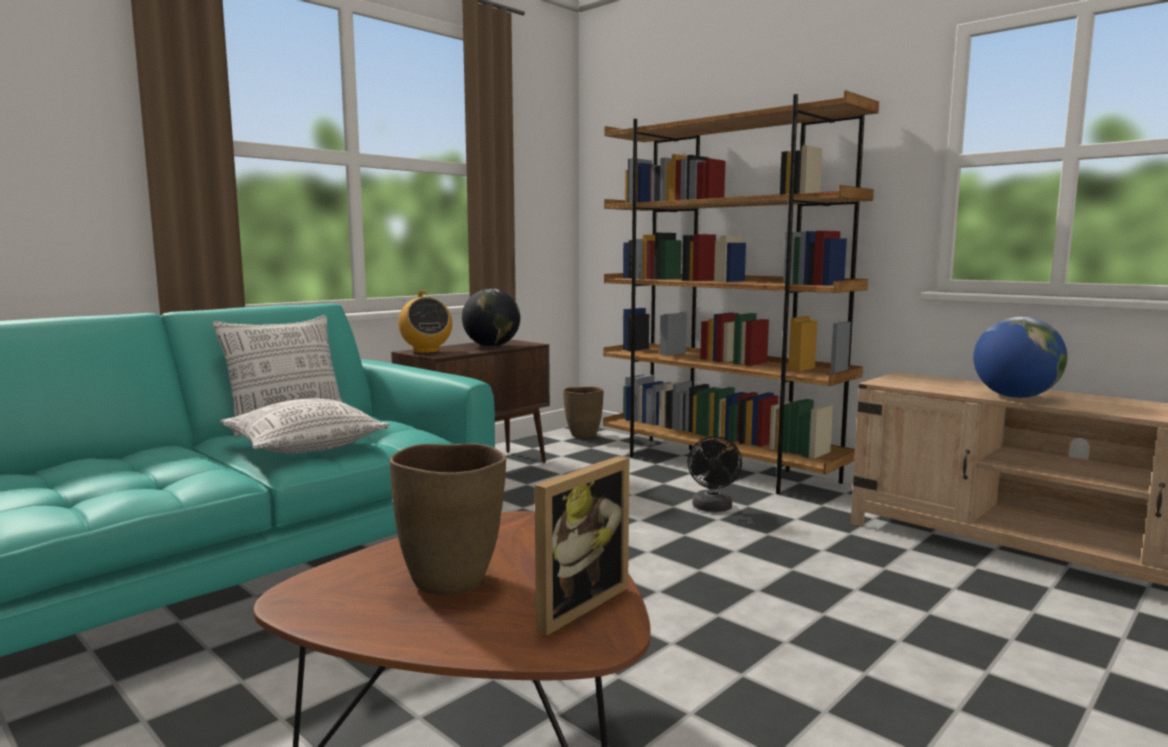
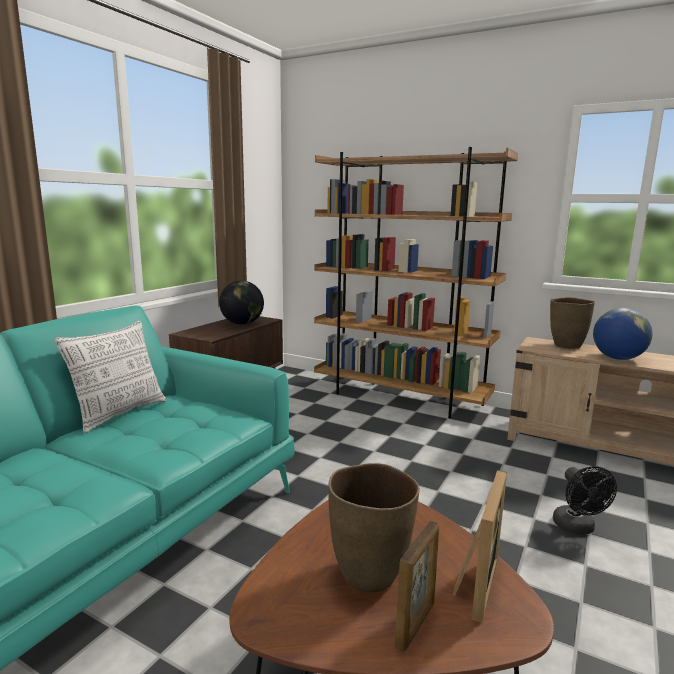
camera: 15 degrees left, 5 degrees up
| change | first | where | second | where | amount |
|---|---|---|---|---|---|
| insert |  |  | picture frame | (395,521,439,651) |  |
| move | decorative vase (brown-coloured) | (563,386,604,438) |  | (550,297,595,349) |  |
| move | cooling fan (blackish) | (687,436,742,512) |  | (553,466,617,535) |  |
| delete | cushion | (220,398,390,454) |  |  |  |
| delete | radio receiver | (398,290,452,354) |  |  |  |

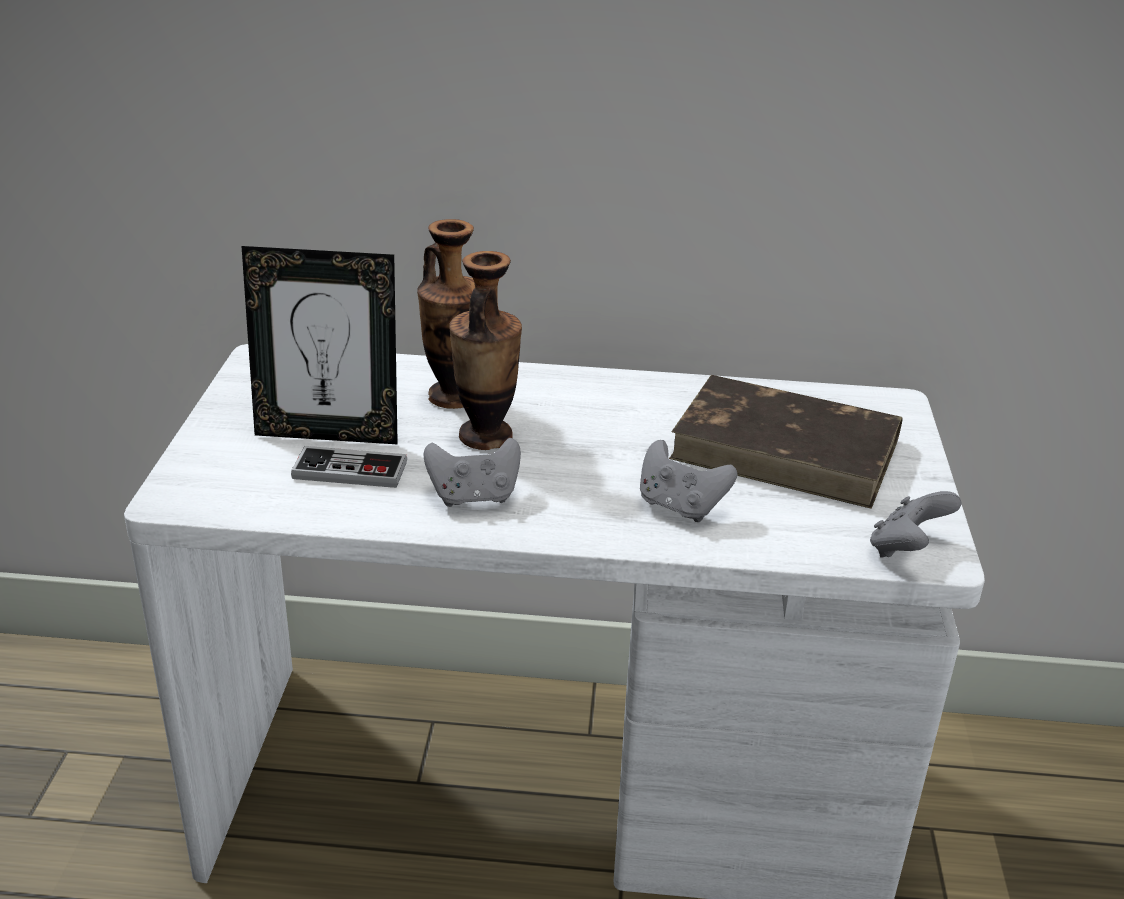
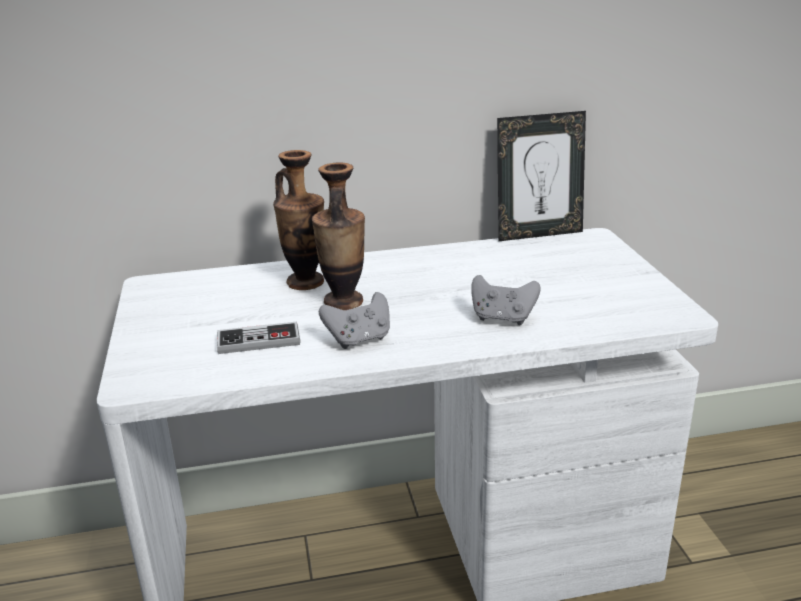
camera: 15 degrees left, 5 degrees down
| change | first | where | second | where | amount |
|---|---|---|---|---|---|
| move | picture frame | (242,246,398,445) |  | (497,111,586,241) |  |
| delete | volume (brown-coloured) | (669,375,903,509) |  |  |  |
| delete | joypad (gray) | (870,491,962,558) |  |  |  |

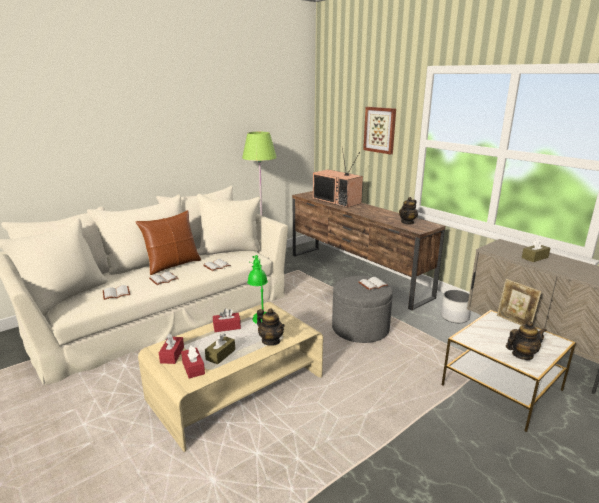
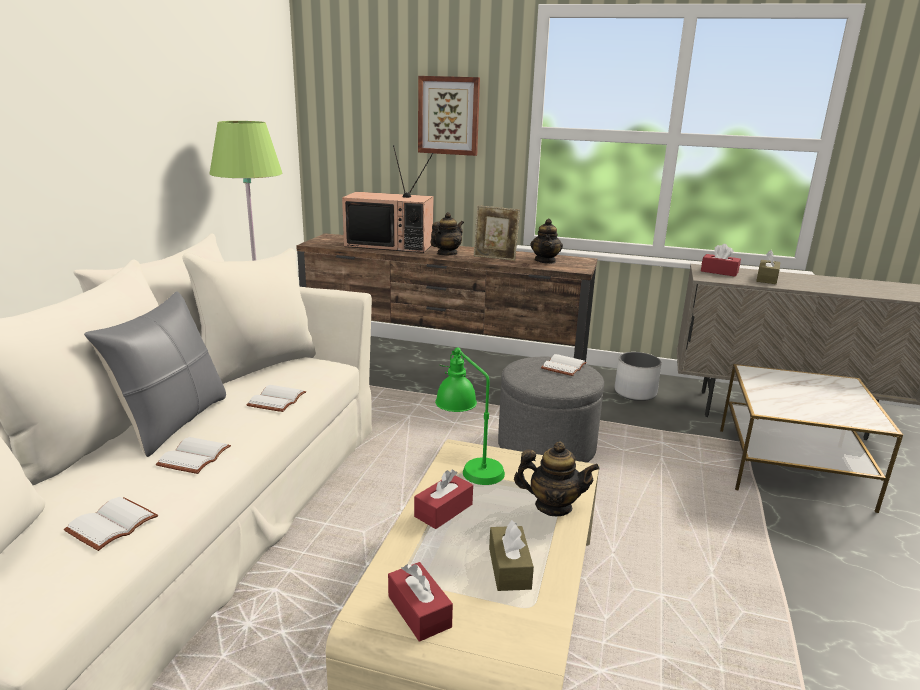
camera: 35 degrees left, 0 degrees up
| change | first | where | second | where | amount |
|---|---|---|---|---|---|
| recolor | cushion (brown-coloured) | (135,210,201,275) | cushion (gray) | (84,291,226,457) |  |
| move | tea pot | (506,321,547,360) |  | (430,212,464,255) |  |
| move | picture frame | (497,279,542,325) |  | (474,205,520,261) |  |
| move | tissue holder (reddish) | (181,345,205,379) |  | (701,244,741,277) |  |

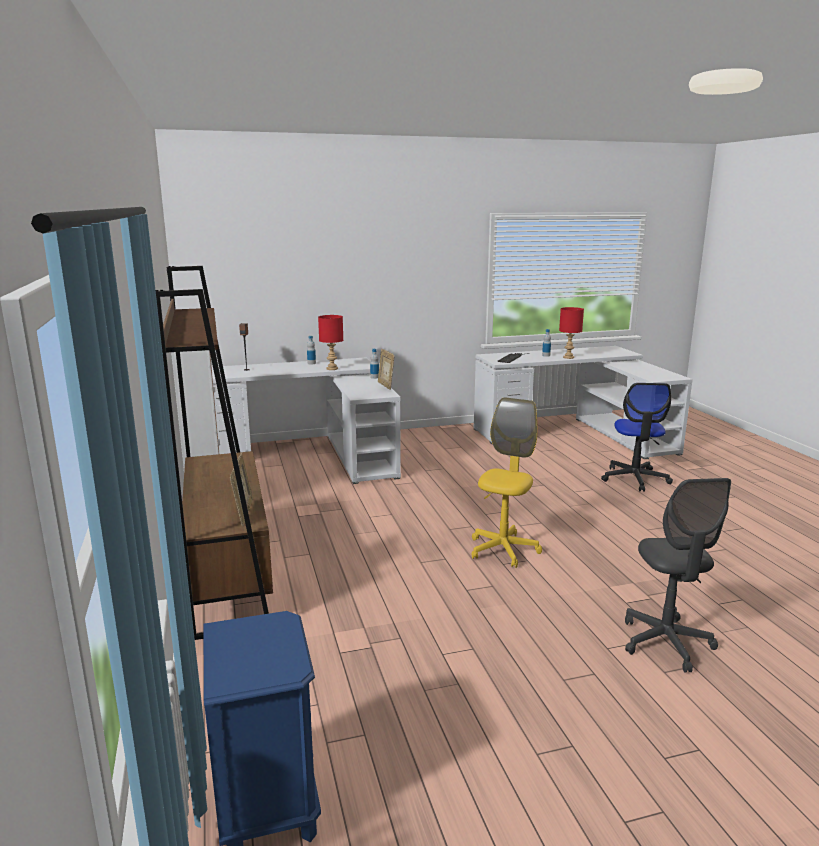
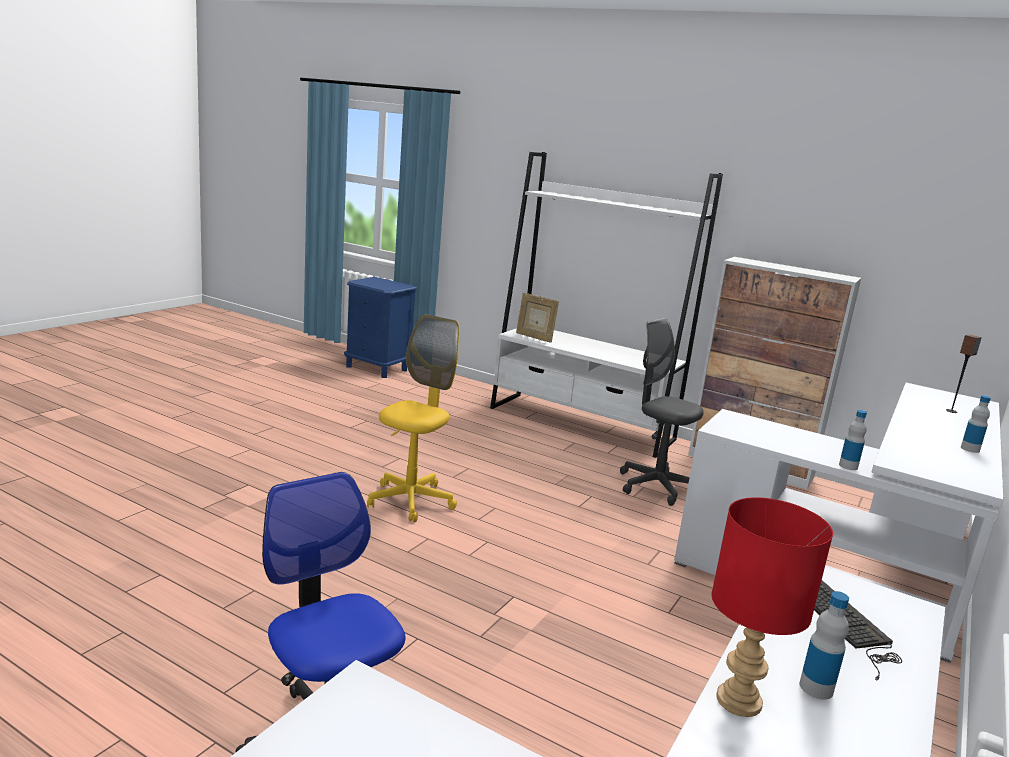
camera: 135 degrees right, 0 degrees up
| change | first | where | second | where | amount |
|---|---|---|---|---|---|
| rotate | office chair (yellow) | (472,397,542,568) |  | (367,314,459,522) | 135 degrees counterclockwise |
| recolor | bookshelf (brown-coloured) | (156,266,273,640) | bookshelf (white) | (490,152,723,458) |  |
| move | office chair (gray) | (625,478,731,673) |  | (620,318,704,506) |  |
| delete | lamp for a table (reddish) | (318,315,343,370) |  |  |  |
| delete | picture frame | (378,349,395,390) |  |  |  |

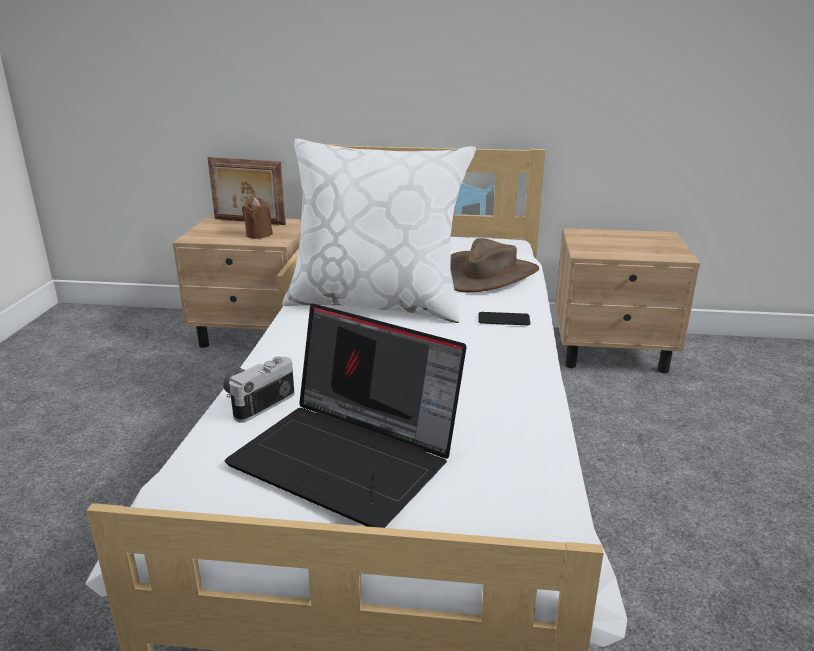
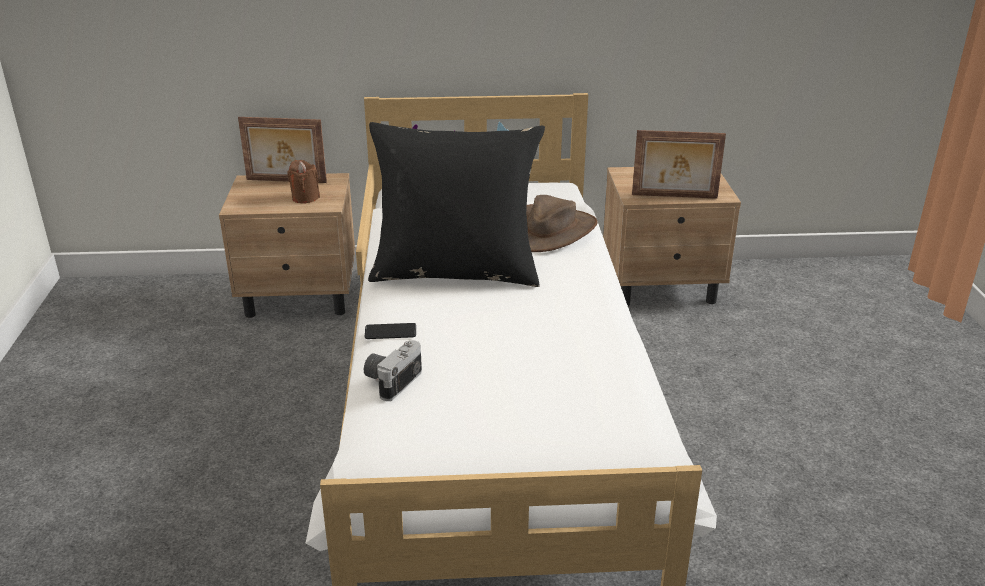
camera: 10 degrees left, 5 degrees up
| change | first | where | second | where | amount |
|---|---|---|---|---|---|
| move | phone | (478,312,531,325) |  | (365,323,416,339) |  |
| recolor | cushion (white) | (282,139,476,323) | cushion (blackish) | (368,122,545,287) |  |
| insert |  |  | picture frame | (632,130,726,199) |  |
| delete | notebook computer | (225,303,466,528) |  |  |  |

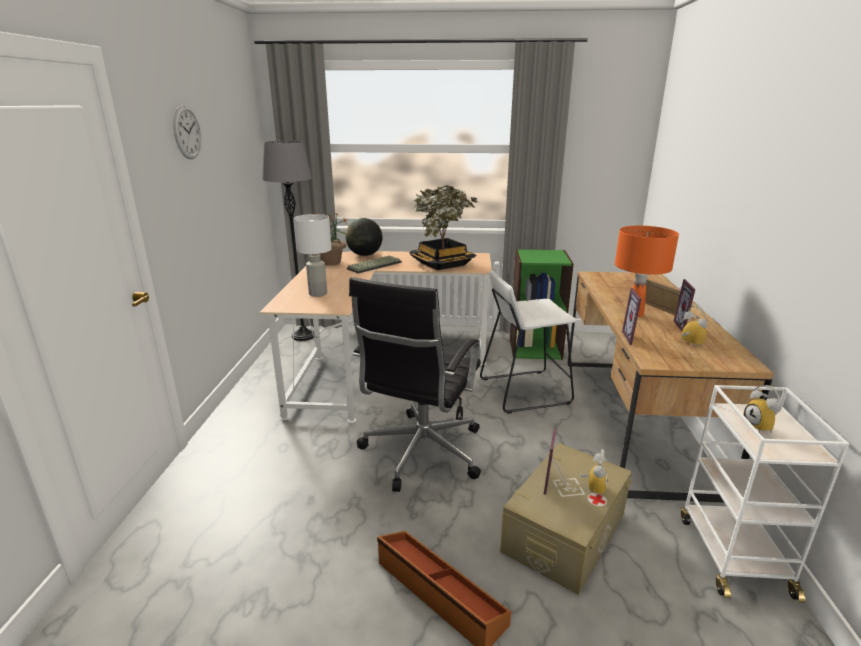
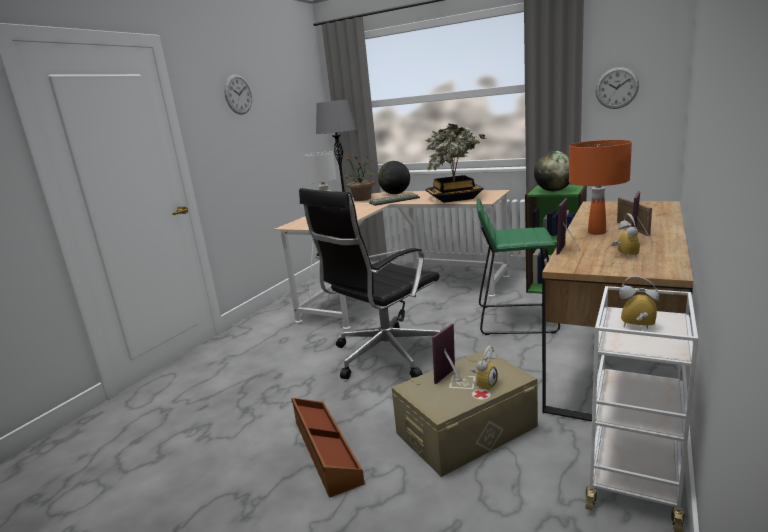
camera: 25 degrees right, 5 degrees down
| change | first | where | second | where | amount |
|---|---|---|---|---|---|
| recolor | stool (white) | (480,271,577,414) | stool (green) | (477,198,560,335) |  |
| insert |  |  | world globe | (534,151,570,191) |  |
| insert |  |  | hanging clock | (595,67,639,109) |  |
| rotate | alarm clock | (744,385,782,433) |  | (619,275,659,329) | 105 degrees clockwise |

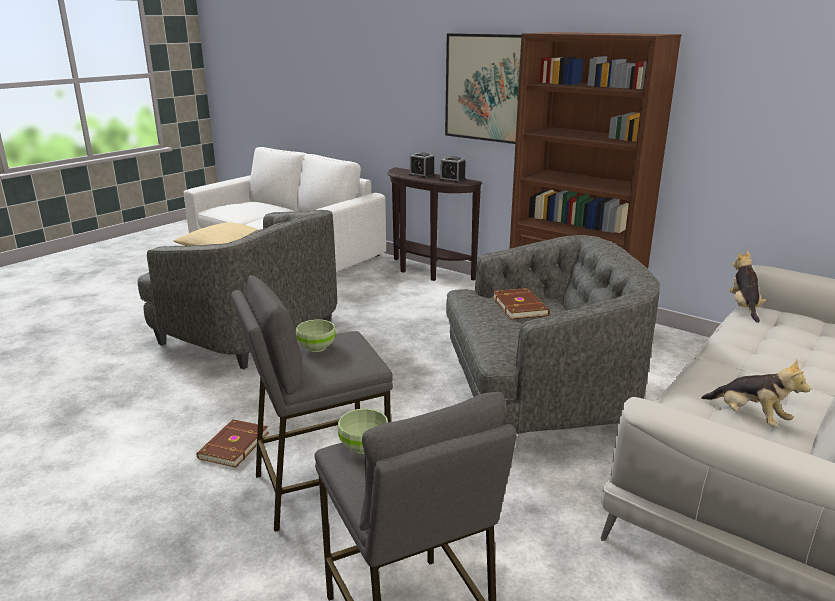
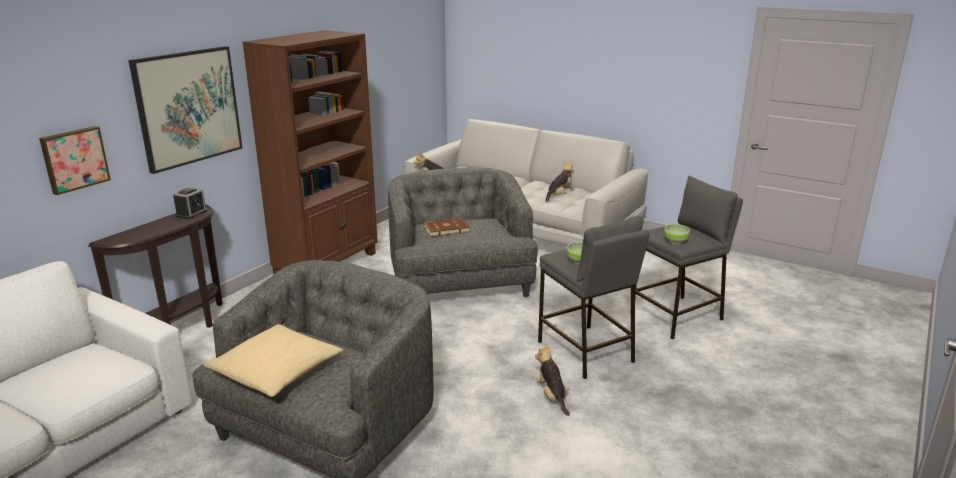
camera: 95 degrees left, 0 degrees up
| change | first | where | second | where | amount |
|---|---|---|---|---|---|
| insert |  |  | picture | (39,126,111,195) |  |
| replace | volume (brown-coloured) | (197,419,269,468) | plush toy | (535,344,570,416) |  |
| delete | alarm clock | (409,152,435,178) |  |  |  |

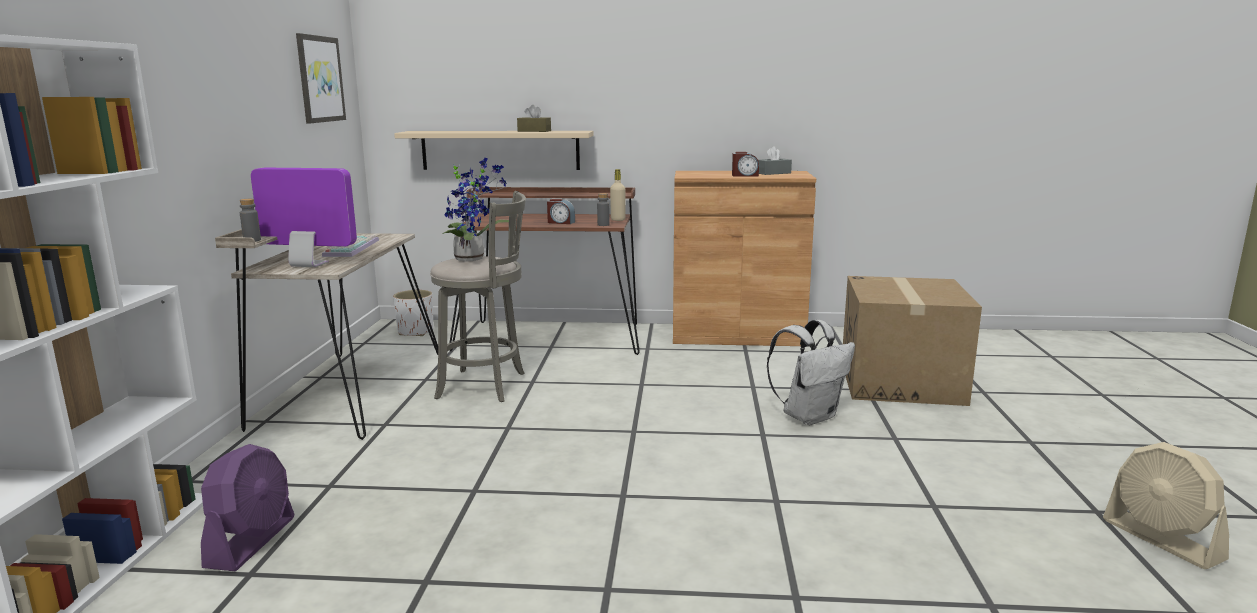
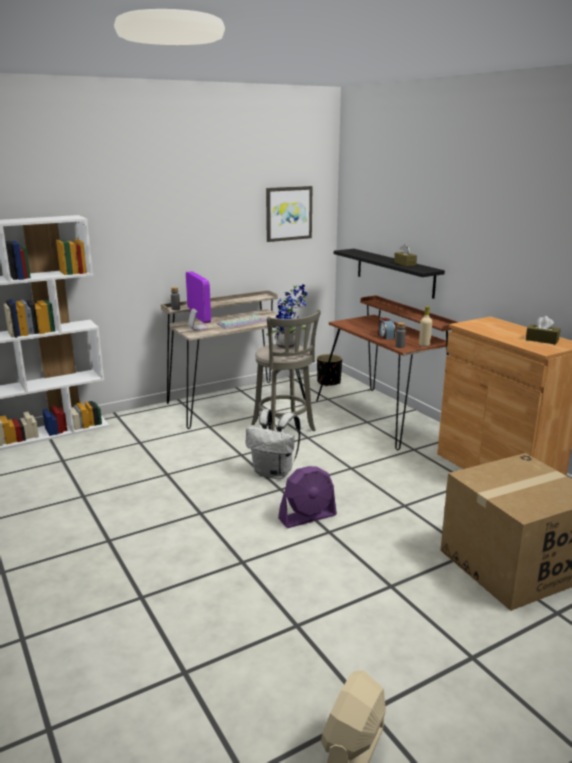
camera: 55 degrees right, 5 degrees up
| change | first | where | second | where | amount |
|---|---|---|---|---|---|
| move | knapsack (white) | (767,320,855,425) |  | (246,409,301,479) |  |
| move | cooling fan (purplish) | (201,444,295,571) |  | (278,466,337,528) |  |
| recolor | flower pot (white) | (393,290,434,336) | flower pot (blackish) | (317,354,342,387) |  |
| recolor | shelf (beige) | (394,131,593,170) | shelf (blackish) | (334,249,445,299) |  |
| recolor | tissue holder (gray) | (758,146,792,175) | tissue holder (brown-coloured) | (526,316,561,345) |  |
| delete | alarm clock | (732,152,759,177) |  |  |  |

